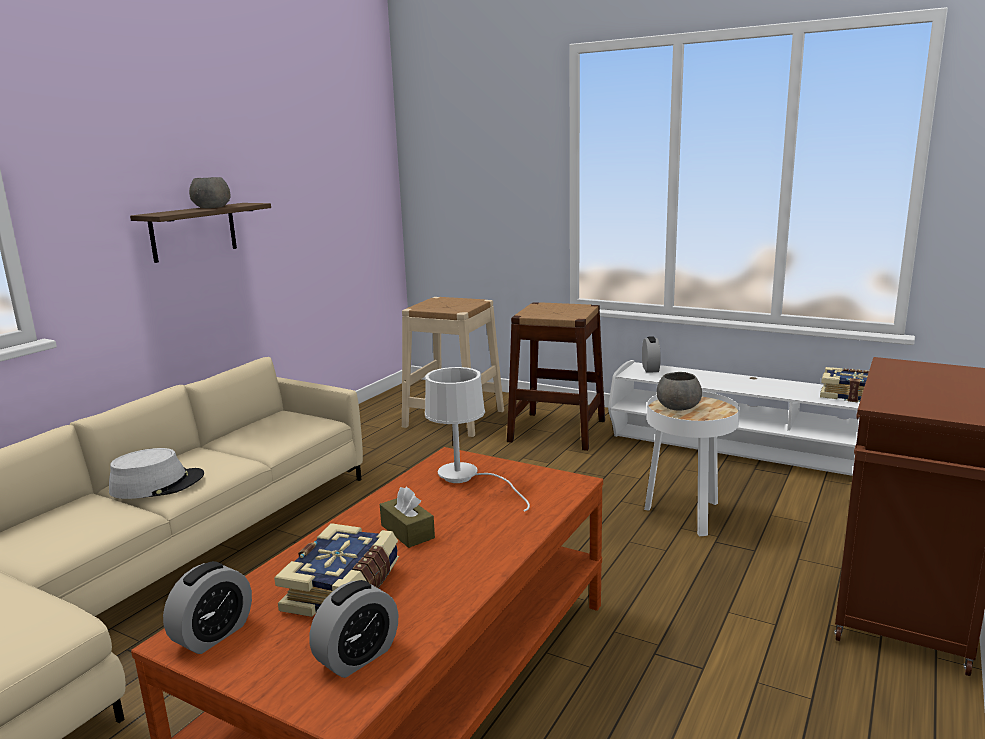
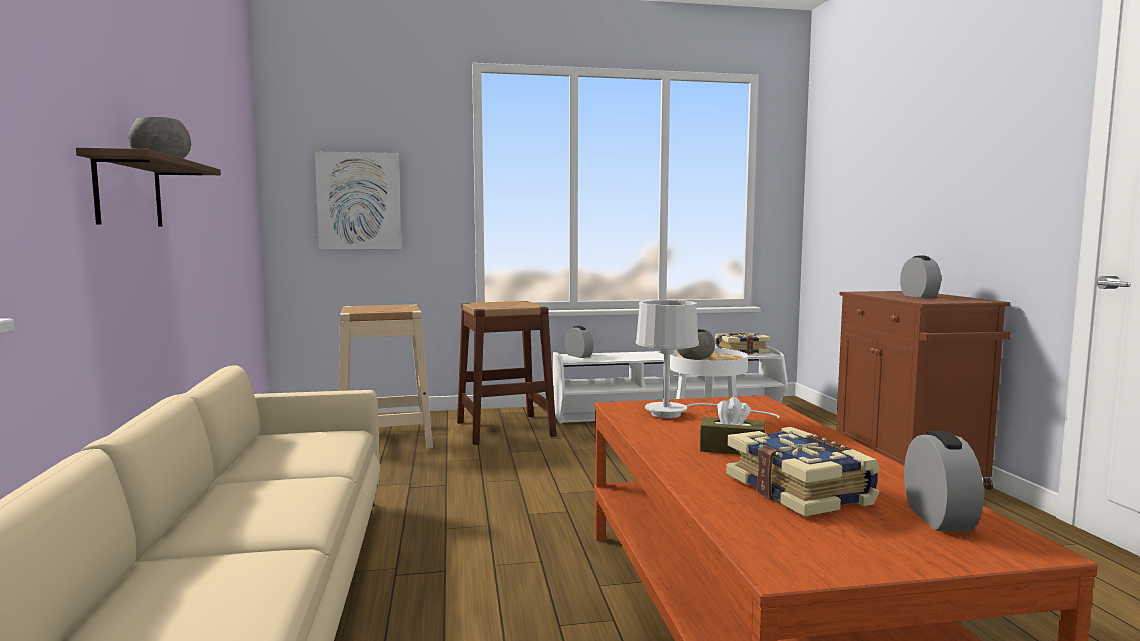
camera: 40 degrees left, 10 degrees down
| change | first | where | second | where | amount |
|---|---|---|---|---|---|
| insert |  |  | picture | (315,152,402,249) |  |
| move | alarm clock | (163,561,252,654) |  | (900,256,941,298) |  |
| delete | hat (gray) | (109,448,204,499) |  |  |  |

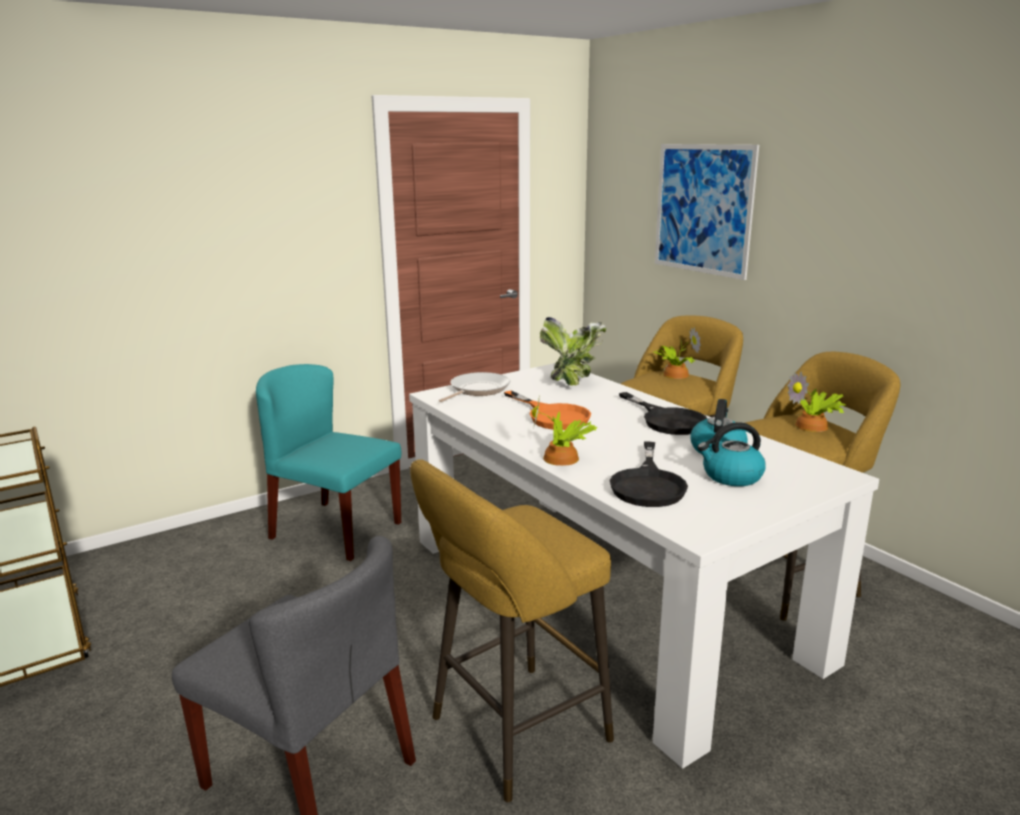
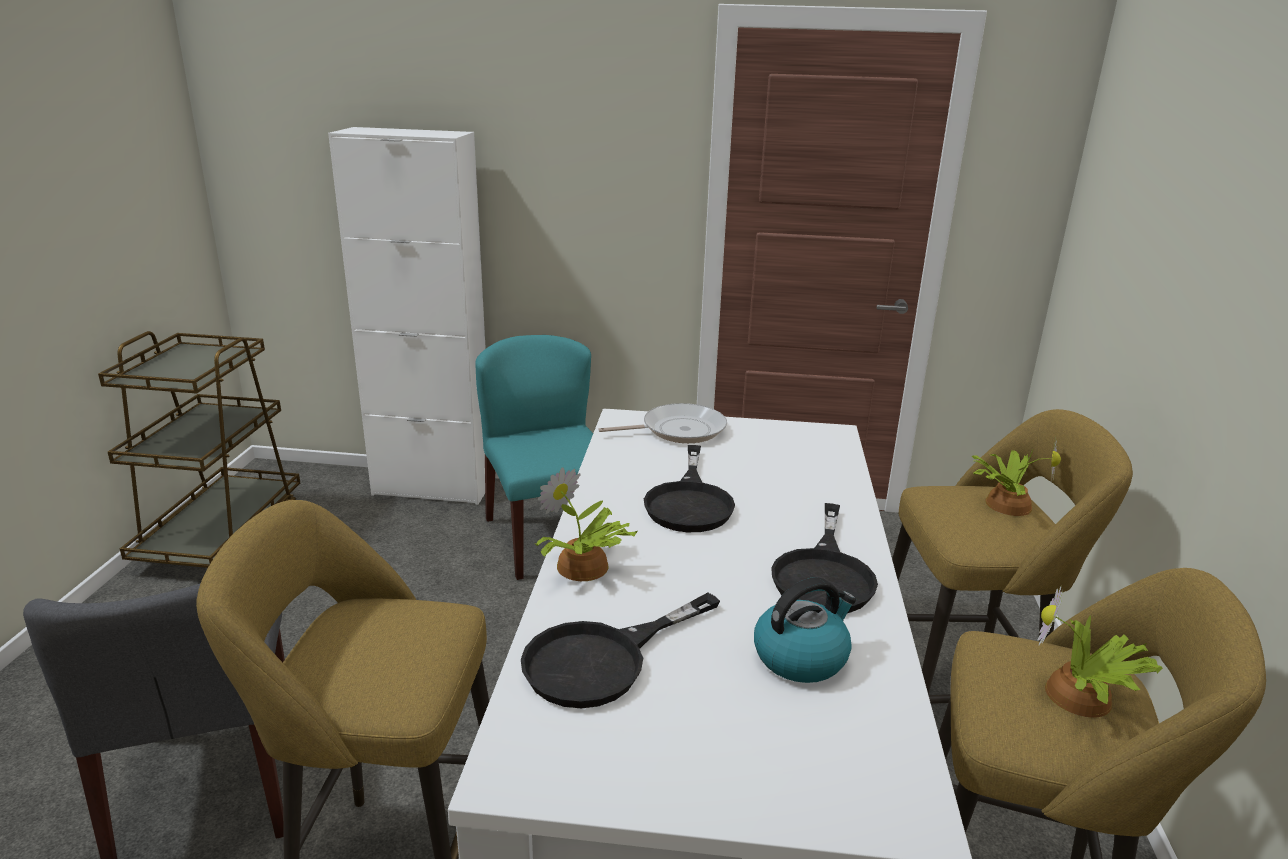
camera: 40 degrees right, 5 degrees up
| change | first | where | second | where | amount |
|---|---|---|---|---|---|
| insert |  |  | cabinet (white) | (328,127,486,505) |  |
| recolor | frying pan (orangey) | (504,390,591,430) | frying pan (blackish) | (644,445,735,532) |  |
| delete | potted plant | (540,317,606,386) |  |  |  |
| delete | picture | (655,144,759,280) |  |  |  |
| delete | tea kettle | (697,422,766,486) |  |  |  |

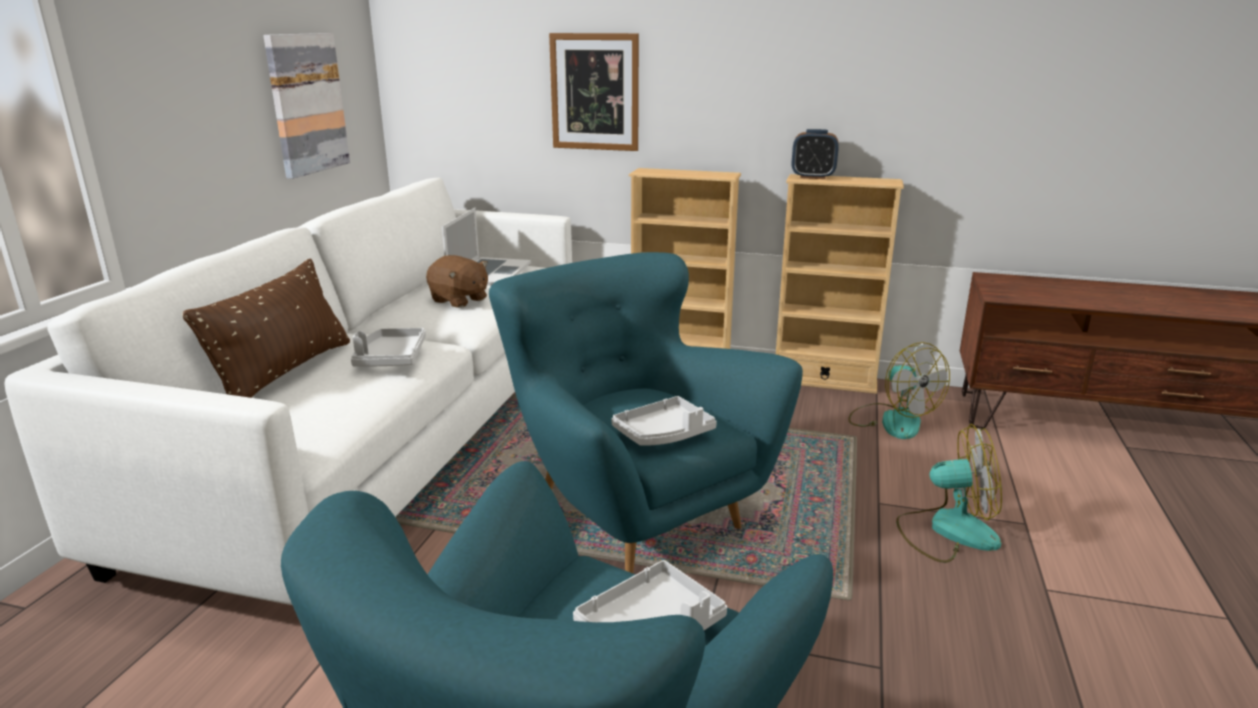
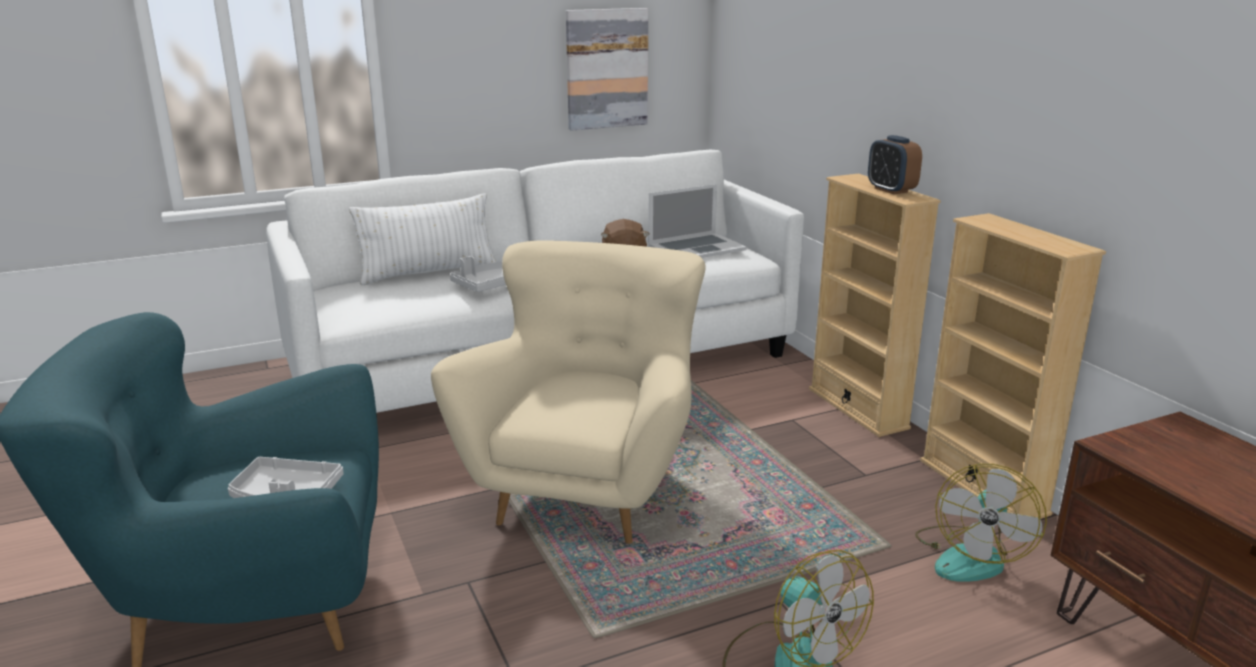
camera: 50 degrees right, 0 degrees up
| change | first | where | second | where | amount |
|---|---|---|---|---|---|
| recolor | cushion (brown-coloured) | (182,258,350,398) | cushion (white) | (349,193,496,286) |  |
| recolor | lounge chair (turquoise) | (489,252,803,573) | lounge chair (beige) | (431,240,706,544) |  |
| move | alarm clock | (792,129,839,179) |  | (868,135,922,194) |  |
| delete | picture | (549,33,639,151) |  |  |  |
| delete | tray (gray) | (611,396,717,446) |  |  |  |

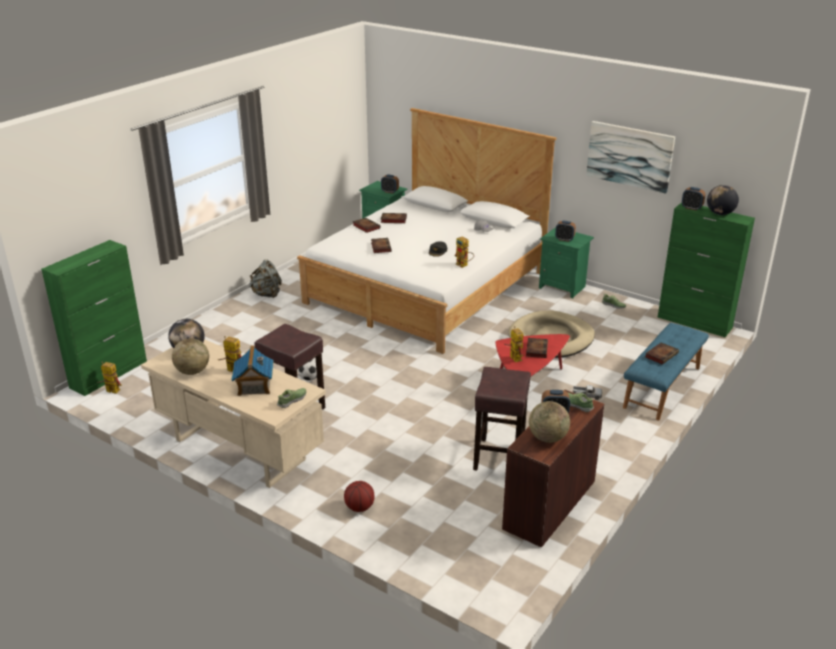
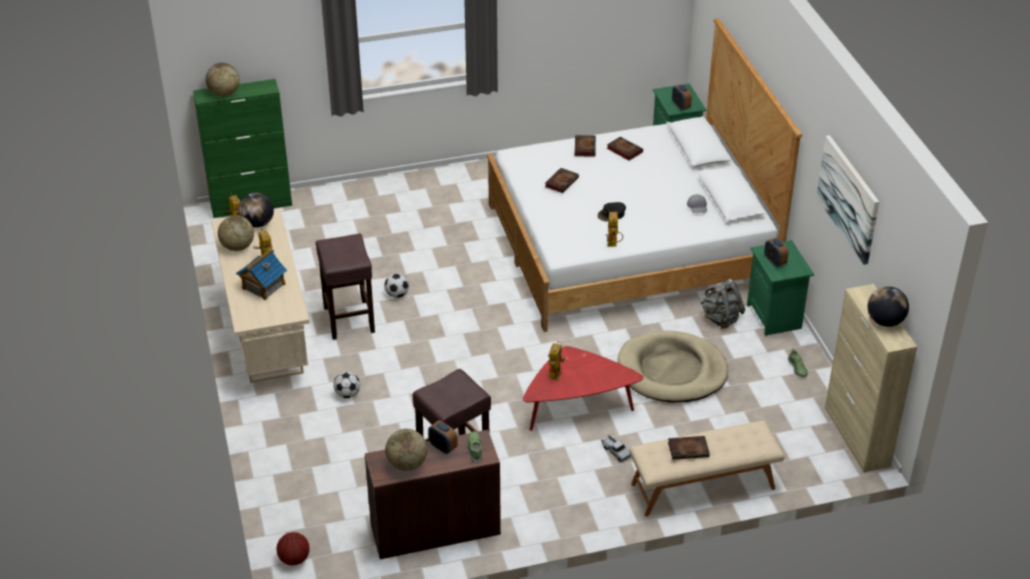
camera: 40 degrees right, 10 degrees up
| change | first | where | second | where | amount |
|---|---|---|---|---|---|
| insert |  |  | world globe | (206,62,240,96) |  |
| move | basketball ball | (344,481,375,512) |  | (277,532,309,566) |  |
| insert |  |  | football | (333,372,360,398) |  |
| recolor | indoor bench (bluish) | (623,323,709,420) | indoor bench (beige) | (629,420,785,516) |  |
| move | knapsack (gray) | (250,259,282,298) |  | (700,279,745,329) |  |
| recolor | cabinet (green) | (658,202,755,337) | cabinet (beige) | (825,284,917,473) |  |
| delete | shoe | (277,388,306,408) |  |  |  |
| delete | volume | (526,338,548,358) |  |  |  |
| delete | alarm clock | (682,187,706,210) |  |  |  |

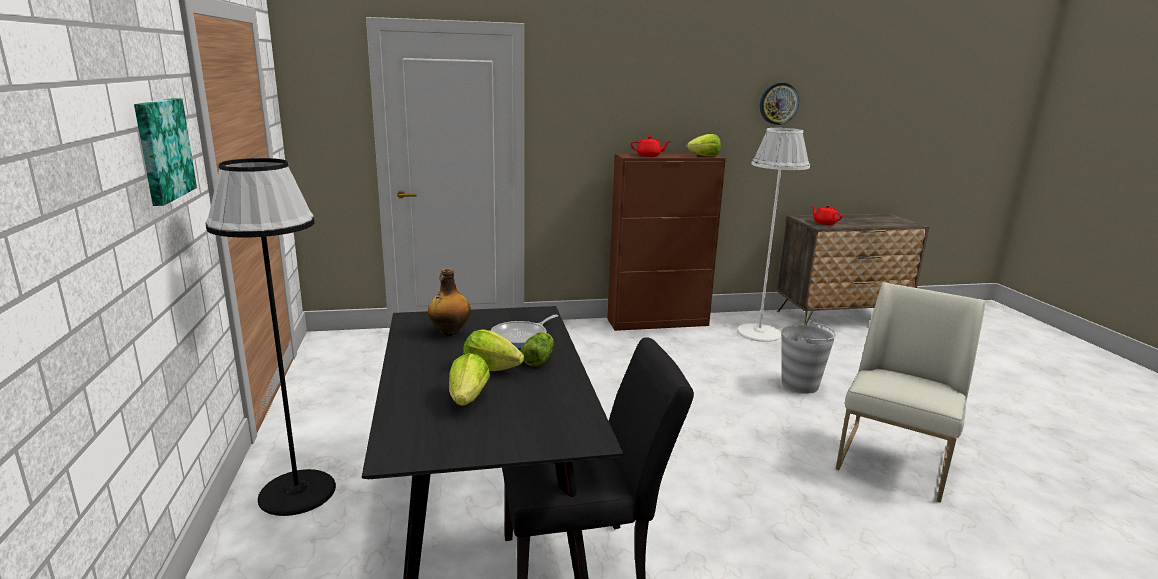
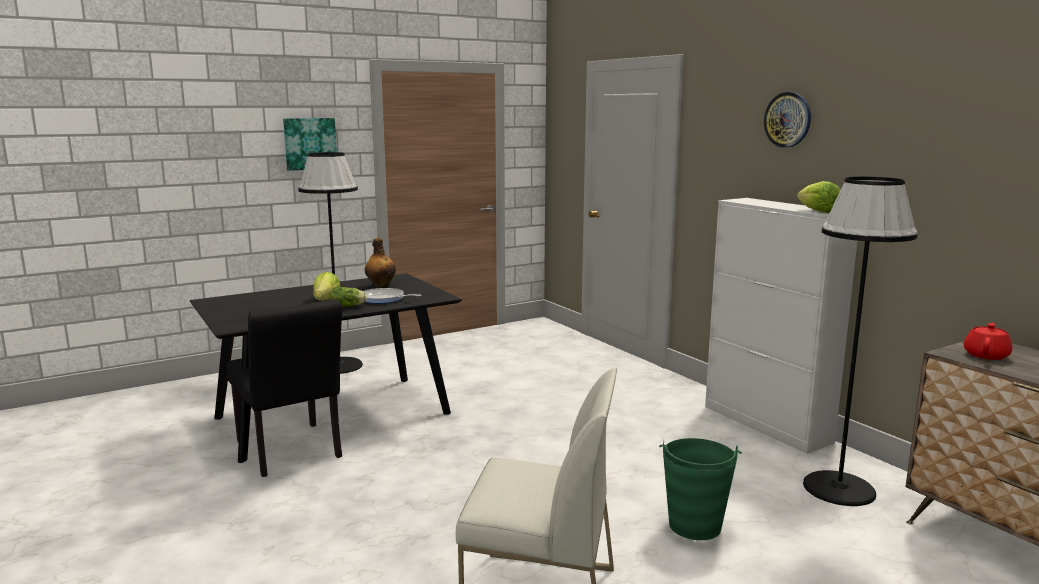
camera: 70 degrees right, 5 degrees down
| change | first | where | second | where | amount |
|---|---|---|---|---|---|
| recolor | bucket (gray) | (781,319,836,394) | bucket (green) | (659,438,742,540) |  |
| recolor | cabinet (brown-coloured) | (607,154,726,331) | cabinet (white) | (705,198,857,454) |  |
| move | hanging clock | (760,83,799,125) |  | (764,92,811,148) |  |
| recolor | standard lamp (white) | (737,128,810,342) | standard lamp (blackish) | (803,177,918,506) |  |
| delete | head of lettuce | (449,353,490,405) |  |  |  |
| delete | tea pot (reddish) | (631,136,671,157) |  |  |  |

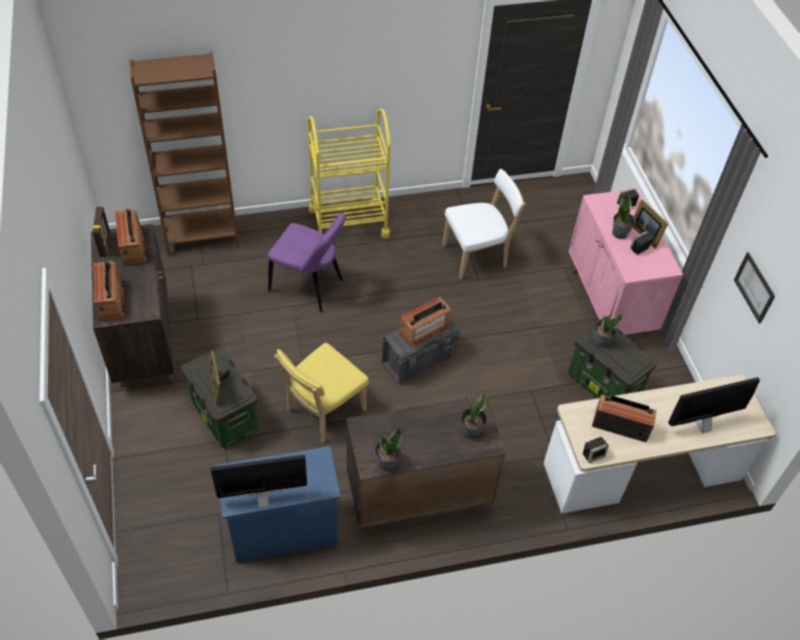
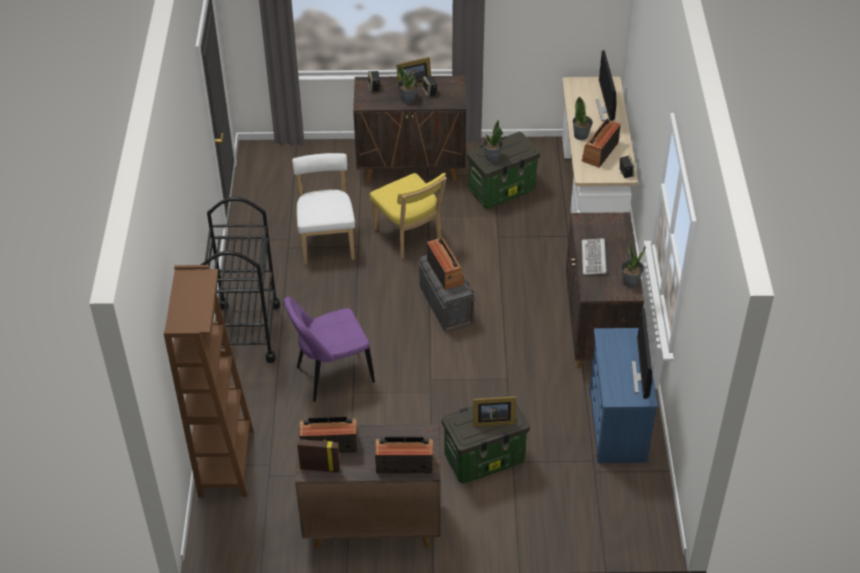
camera: 75 degrees left, 5 degrees down
| change | first | where | second | where | amount |
|---|---|---|---|---|---|
| recolor | cart (yellow) | (308,108,391,238) | cart (blackish) | (201,197,280,363) |  |
| rotate | chair (purplish) | (268,212,346,312) |  | (284,297,375,402) | 150 degrees counterclockwise |
| recolor | cabinet (pinkish) | (569,188,683,336) | cabinet (brown-coloured) | (353,76,466,182) |  |
| move | chair (yellow) | (274,343,369,443) |  | (370,173,447,259) |  |
| move | potted plant | (461,393,487,439) |  | (572,96,593,140) |  |
| insert |  |  | keyboard | (582,238,606,275) |  |
| delete | picture | (734,252,775,324) |  |  |  |

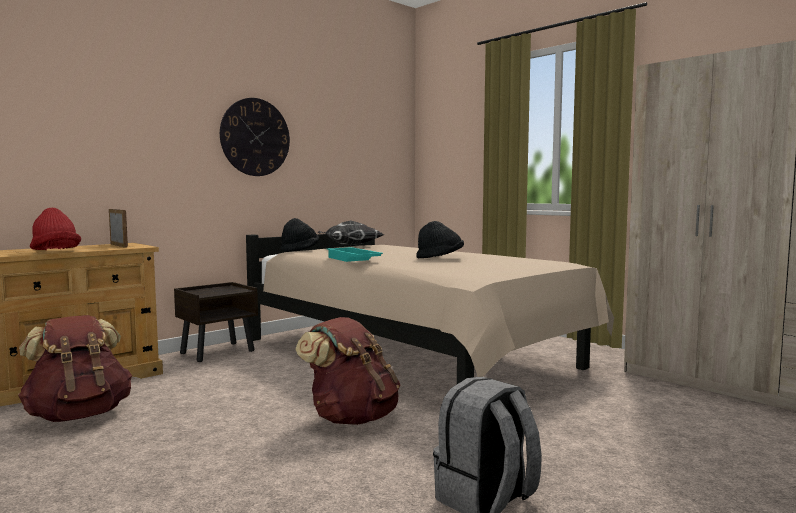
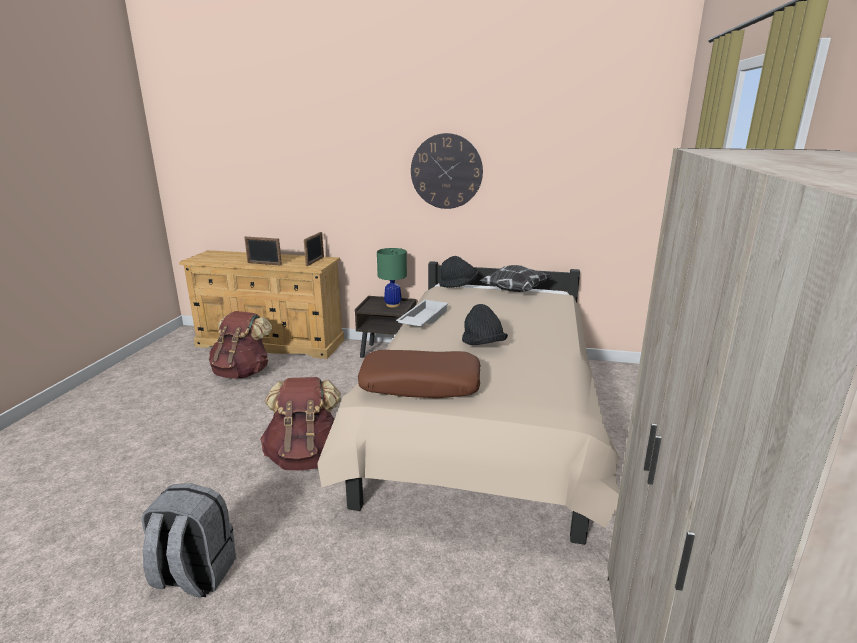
camera: 55 degrees right, 15 degrees up
| change | first | where | second | where | amount |
|---|---|---|---|---|---|
| replace | hat (reddish) | (30,208,81,250) | picture frame | (244,237,282,266) |  |
| insert |  |  | cushion (brown-coloured) | (358,350,480,398) |  |
| insert |  |  | lamp for a table (green) | (377,248,407,307) |  |
| recolor | tray (turquoise) | (327,247,383,262) | tray (white) | (396,300,449,326) |  |

